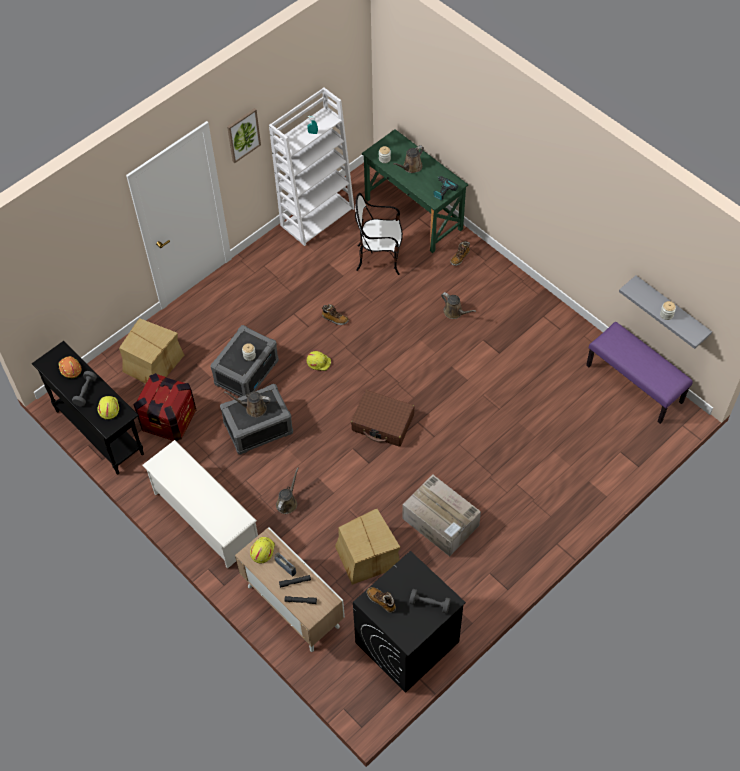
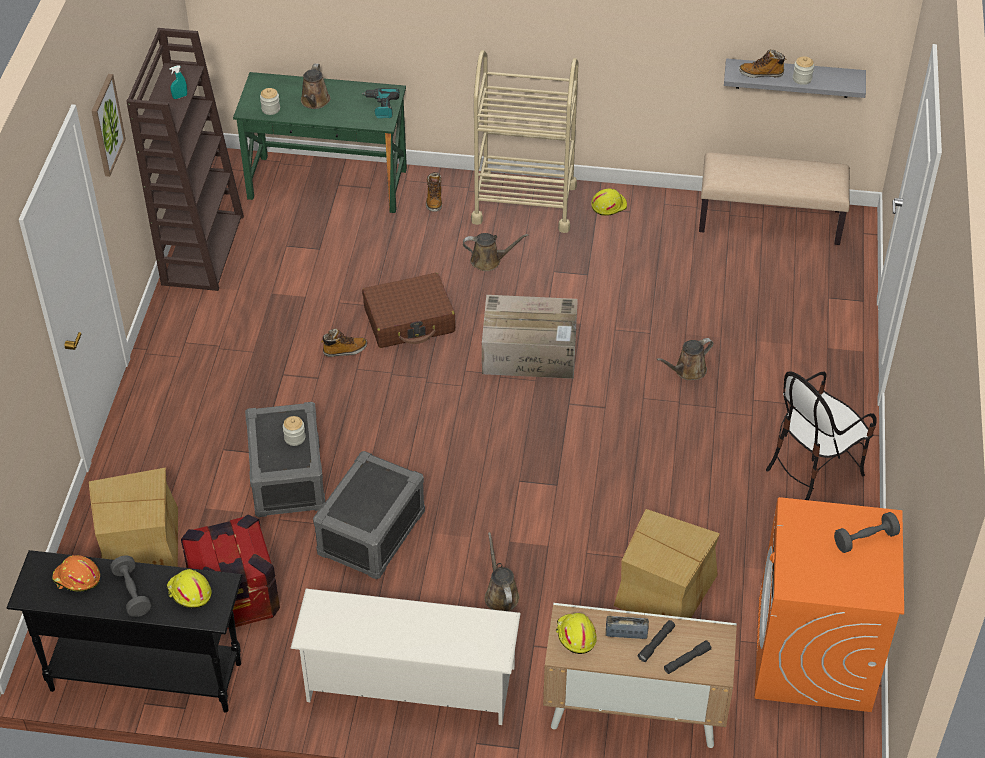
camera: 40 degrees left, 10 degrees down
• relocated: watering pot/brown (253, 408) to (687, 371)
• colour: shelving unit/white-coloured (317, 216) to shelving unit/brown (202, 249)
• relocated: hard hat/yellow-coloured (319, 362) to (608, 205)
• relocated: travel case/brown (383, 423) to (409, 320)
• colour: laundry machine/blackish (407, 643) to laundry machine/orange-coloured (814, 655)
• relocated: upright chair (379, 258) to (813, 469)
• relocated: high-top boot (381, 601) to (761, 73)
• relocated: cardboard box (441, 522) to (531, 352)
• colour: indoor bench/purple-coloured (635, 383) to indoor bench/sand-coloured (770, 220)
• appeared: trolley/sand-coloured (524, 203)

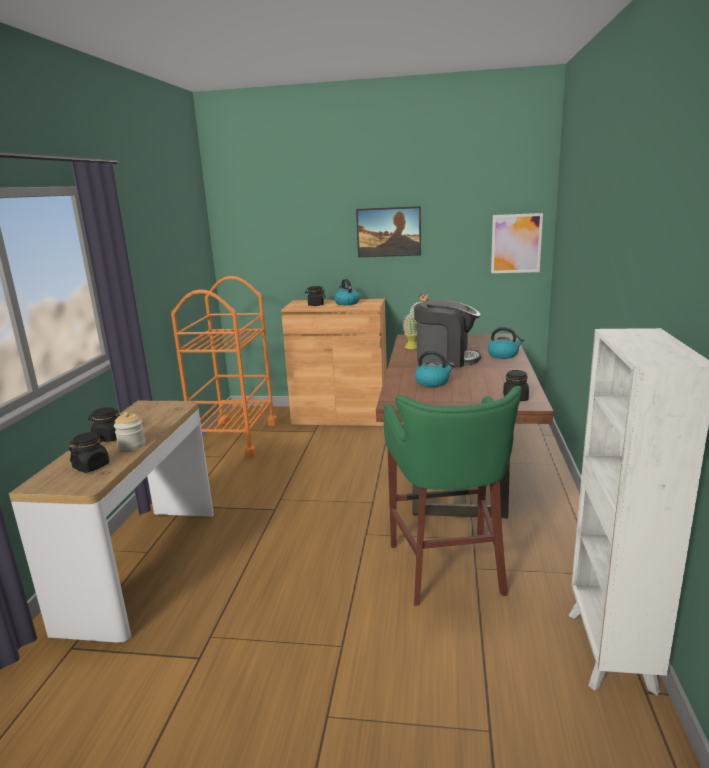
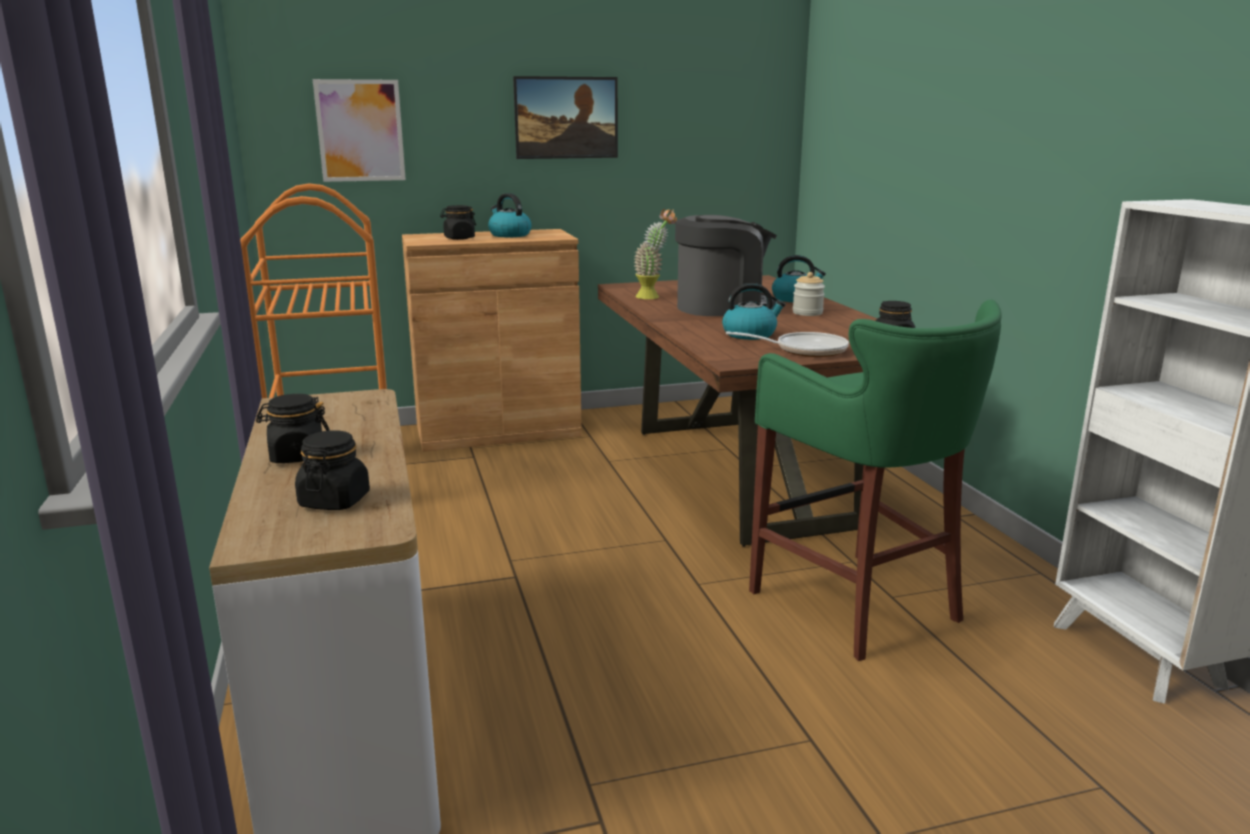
camera: 25 degrees left, 0 degrees up
• relocated: preserve jar (132, 445) to (807, 313)
• relocated: wall art (516, 243) to (360, 130)
• appeared: skillet (804, 350)

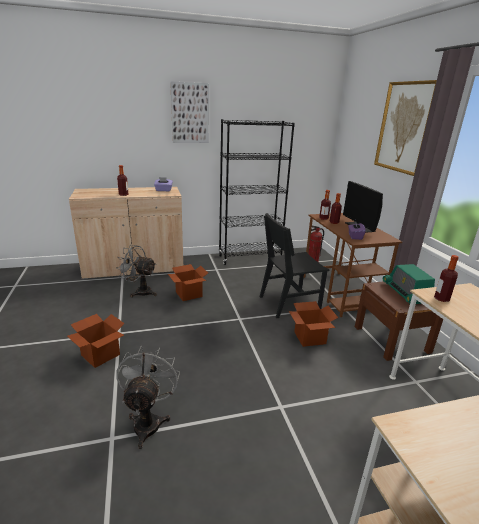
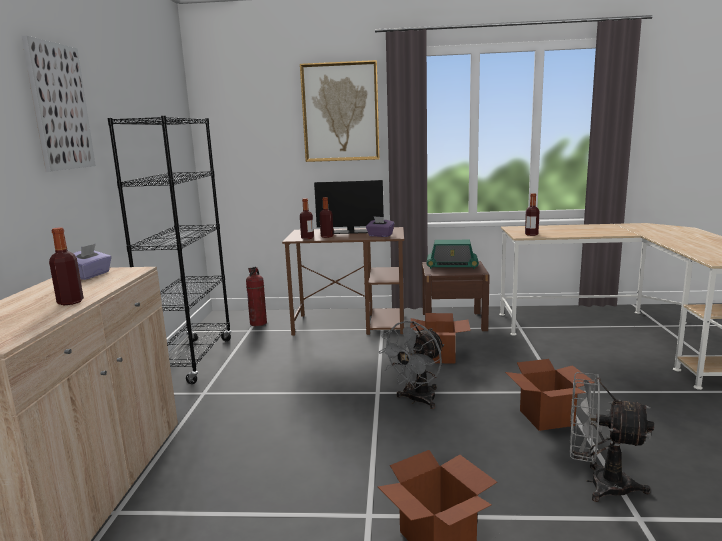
camera: 70 degrees left, 10 degrees down
• relocated: electric fan/grey (140, 291) to (417, 400)
• relocated: cardboard box (189, 294) to (546, 418)
• missing: upright chair/blackish (289, 303)

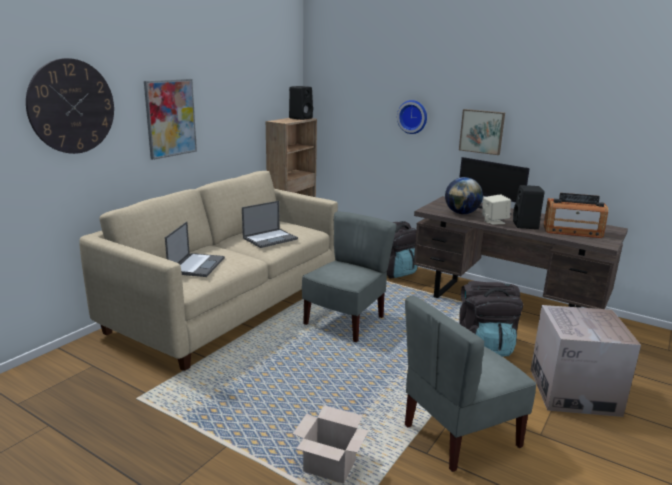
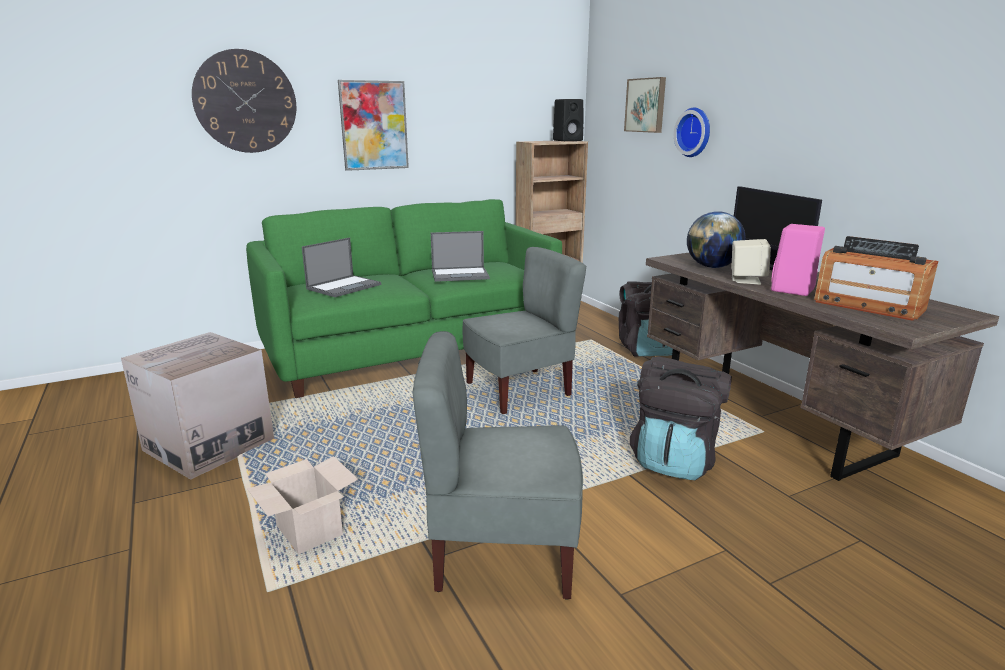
camera: 30 degrees right, 0 degrees up
• colour: settee/sand-coloured (228, 306) to settee/greenish (412, 350)
• relocated: wall art (482, 131) to (646, 105)
• colour: loudspeaker/blackish (526, 226) to loudspeaker/pink-coloured (792, 290)
• relocated: cardboard box (573, 391) to (209, 444)

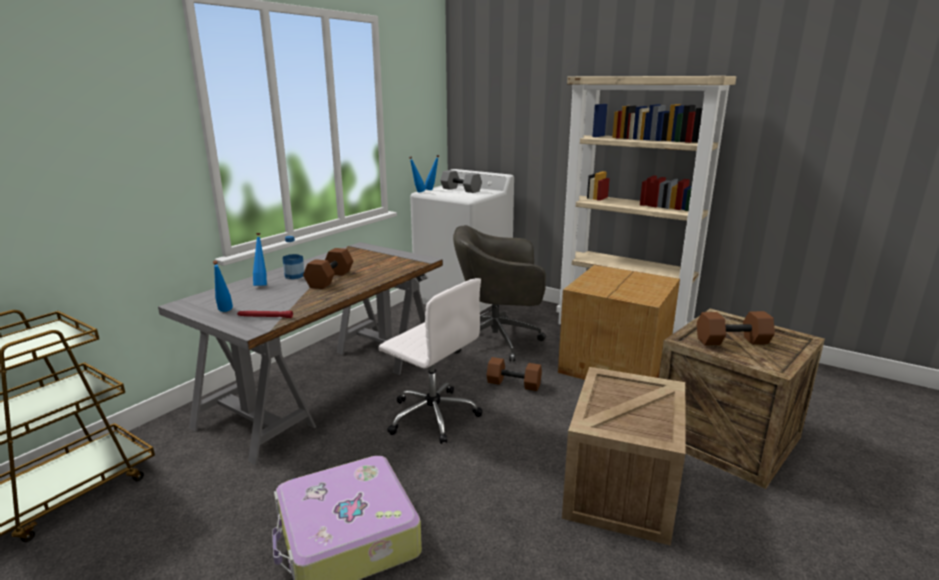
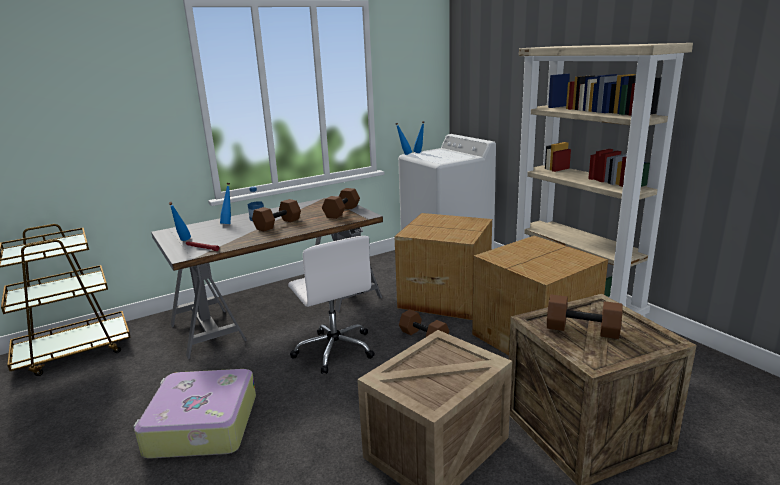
camera: 25 degrees right, 0 degrees up
• missing: dumbbell/grey (460, 190)
• exchanged: desk chair/grey (498, 340) to cardboard box (444, 296)
• appeared: dumbbell/brown (342, 212)

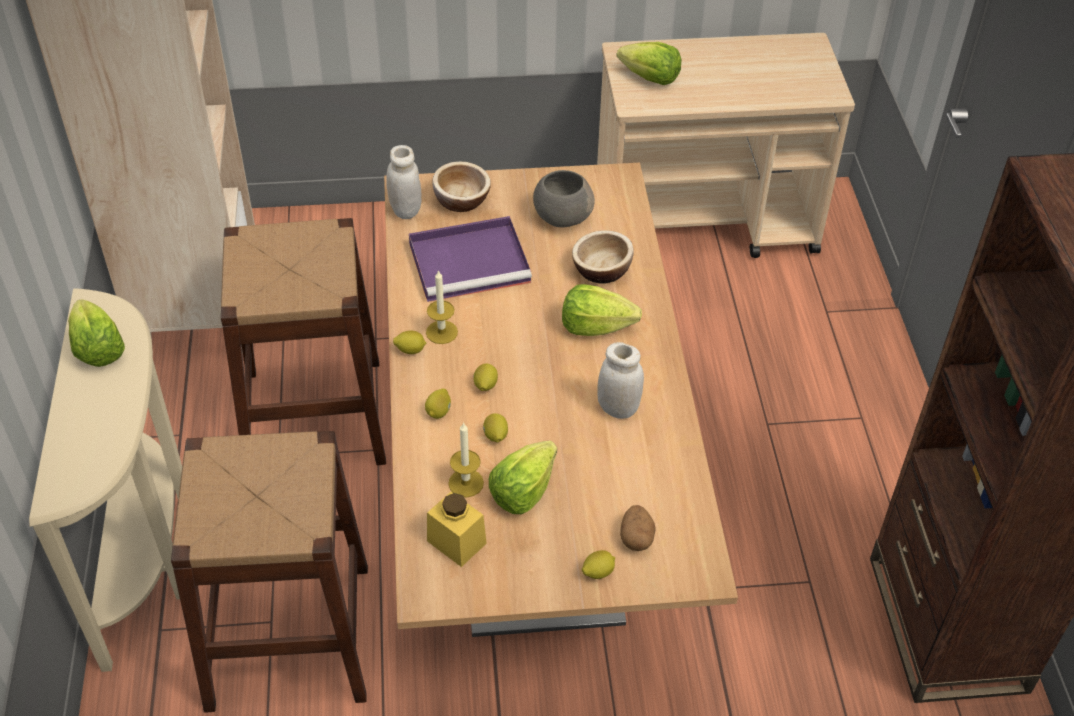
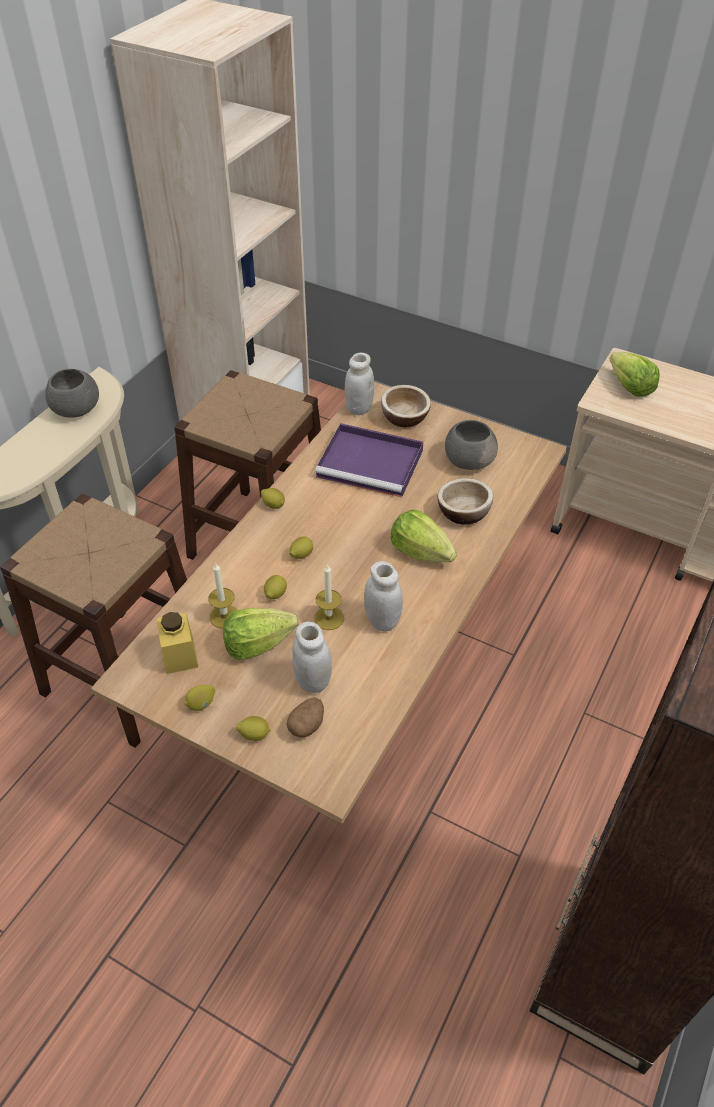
camera: 35 degrees right, 0 degrees up
• exchanged: head of lettuce (97, 349) to bowl/grey (75, 410)
• relocated: citrus fruit (439, 412) to (201, 704)
• relocated: wax candle (441, 332) to (329, 618)
• appeared: preserve jar/white-coloured (313, 681)

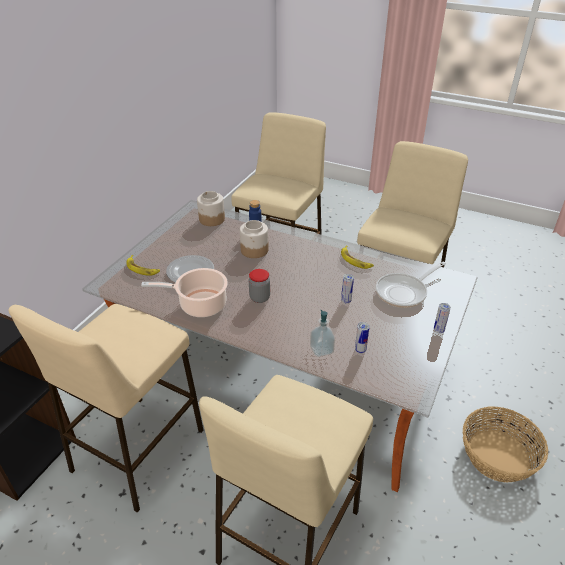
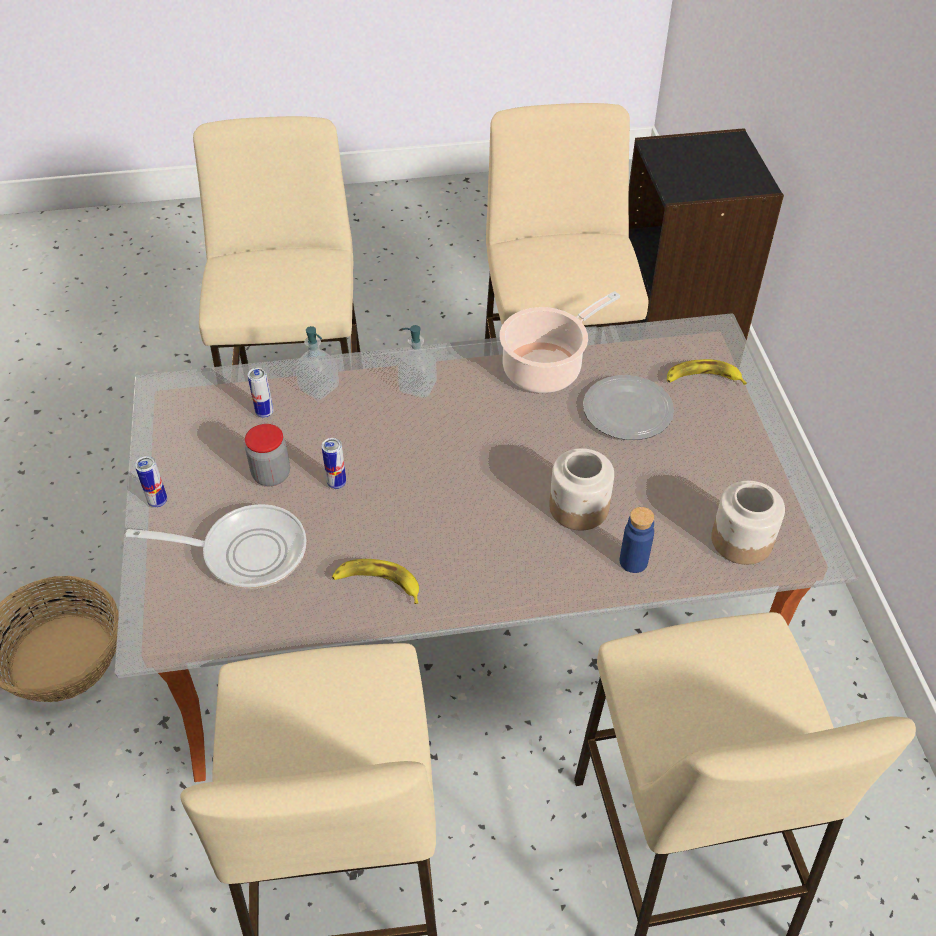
camera: 145 degrees right, 10 degrees up
• relocated: preserve jar (259, 298) to (271, 475)
• spun: skillet (404, 292) = (246, 552) 75 degrees clockwise
• appeared: soap bottle (418, 387)

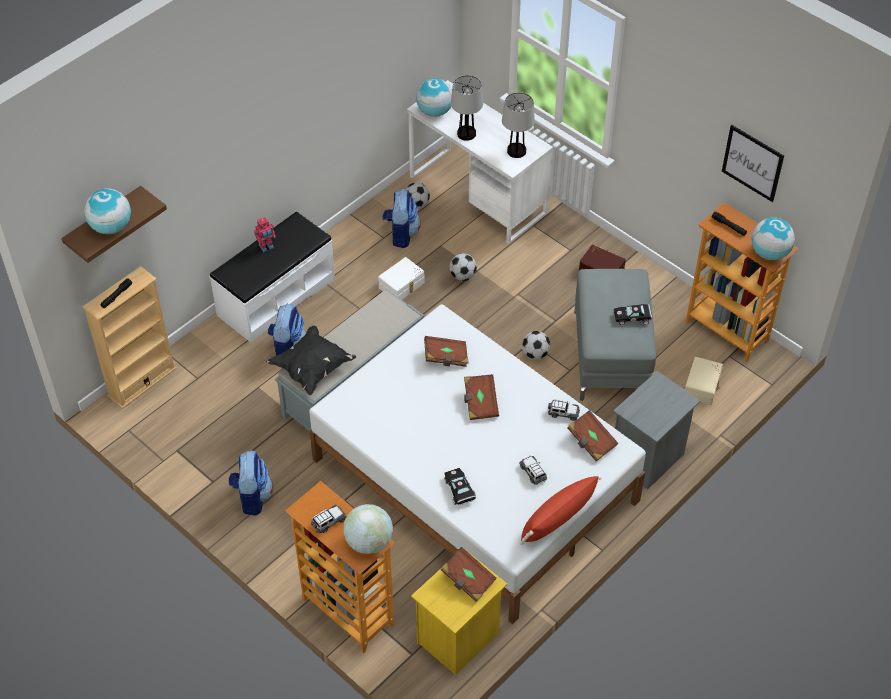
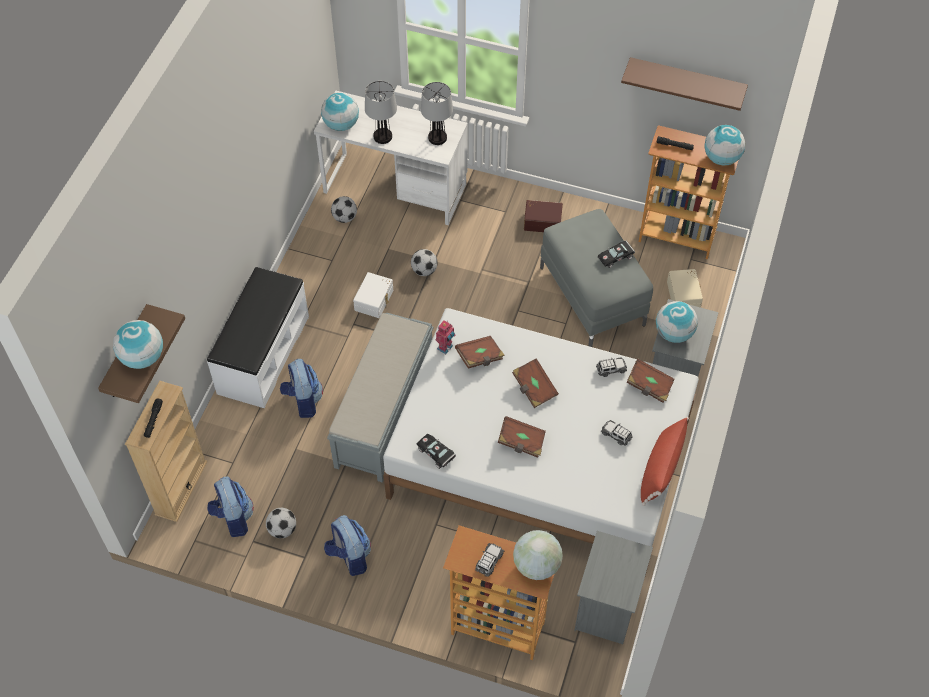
camera: 25 degrees left, 5 degrees up
• relocated: model robot (266, 247) to (445, 348)
• missing: pillow/blackish (312, 368)
• relocated: backpack (401, 234) to (233, 518)
• colour: nightstand/yellow-coloured (459, 639) to nightstand/grey (608, 609)
• relocated: bound book/brown (467, 580) to (521, 442)
• relocated: toy car/blackish (459, 491) to (437, 454)
• relocated: football ball (535, 354) to (282, 530)
• exchanged: wall art (752, 163) to bracket shelf/brown (686, 82)
• appeared: globe (674, 333)

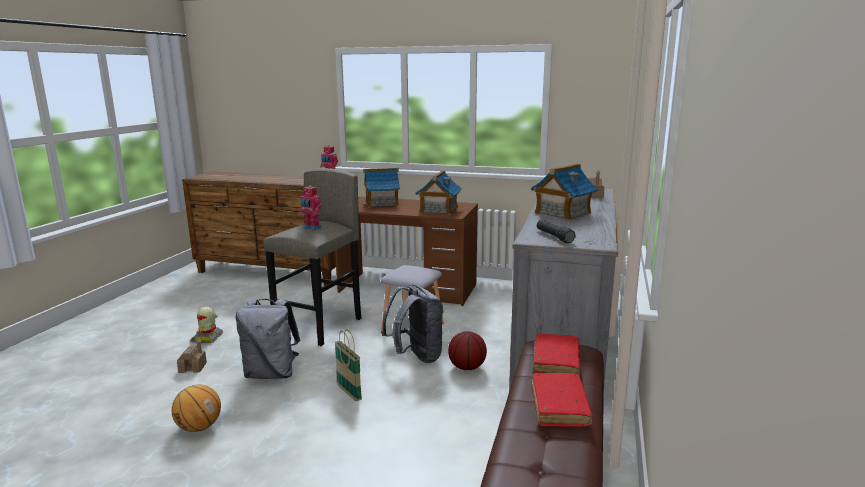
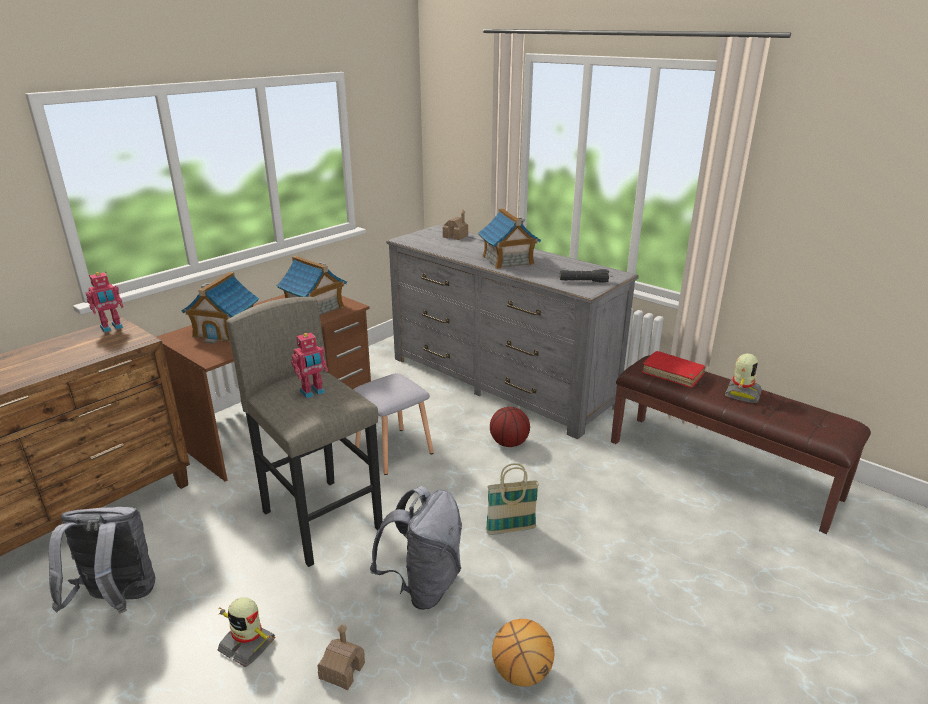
camera: 65 degrees left, 10 degrees up
• relocated: backpack/grey (416, 357) to (117, 600)
• exchanged: bound book/red (559, 407) to model robot (741, 393)

